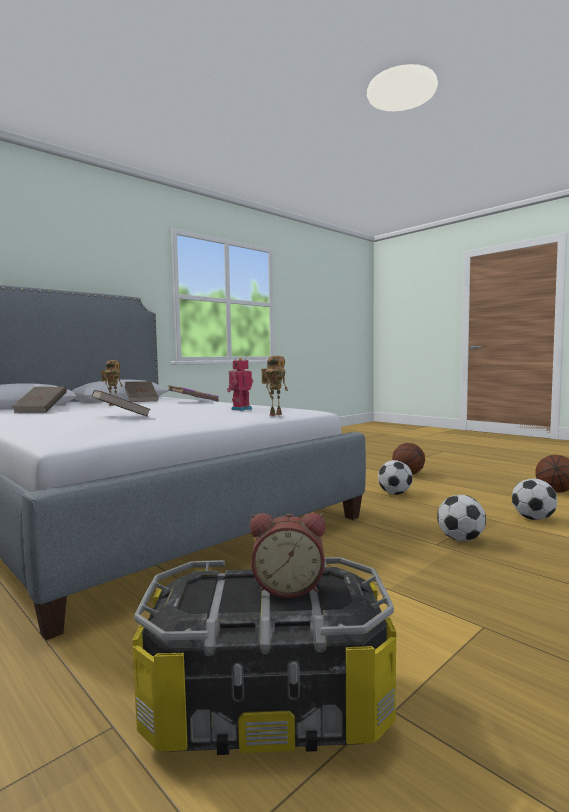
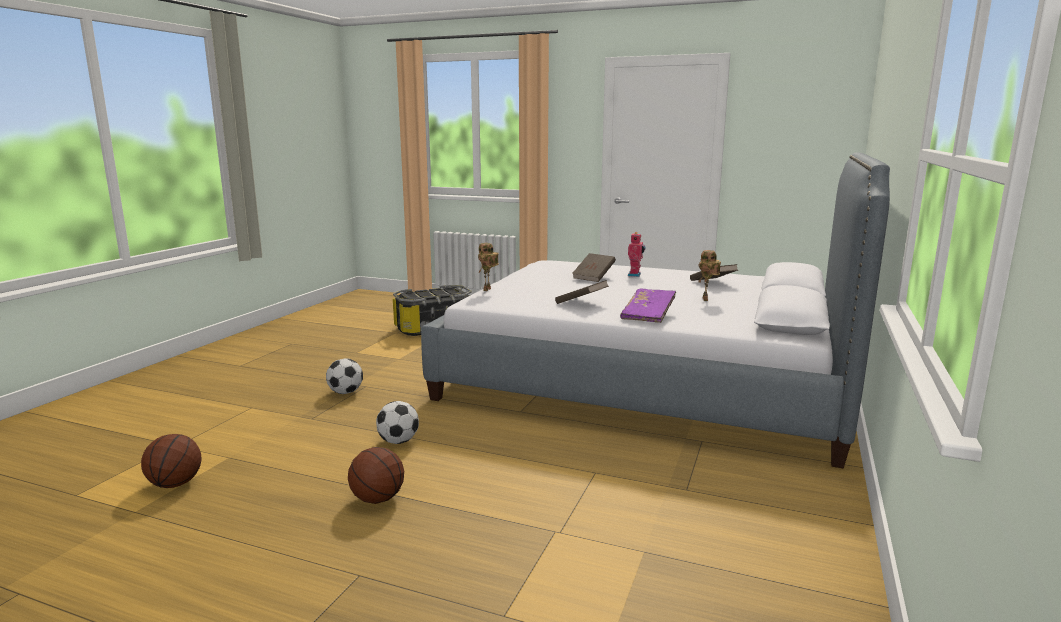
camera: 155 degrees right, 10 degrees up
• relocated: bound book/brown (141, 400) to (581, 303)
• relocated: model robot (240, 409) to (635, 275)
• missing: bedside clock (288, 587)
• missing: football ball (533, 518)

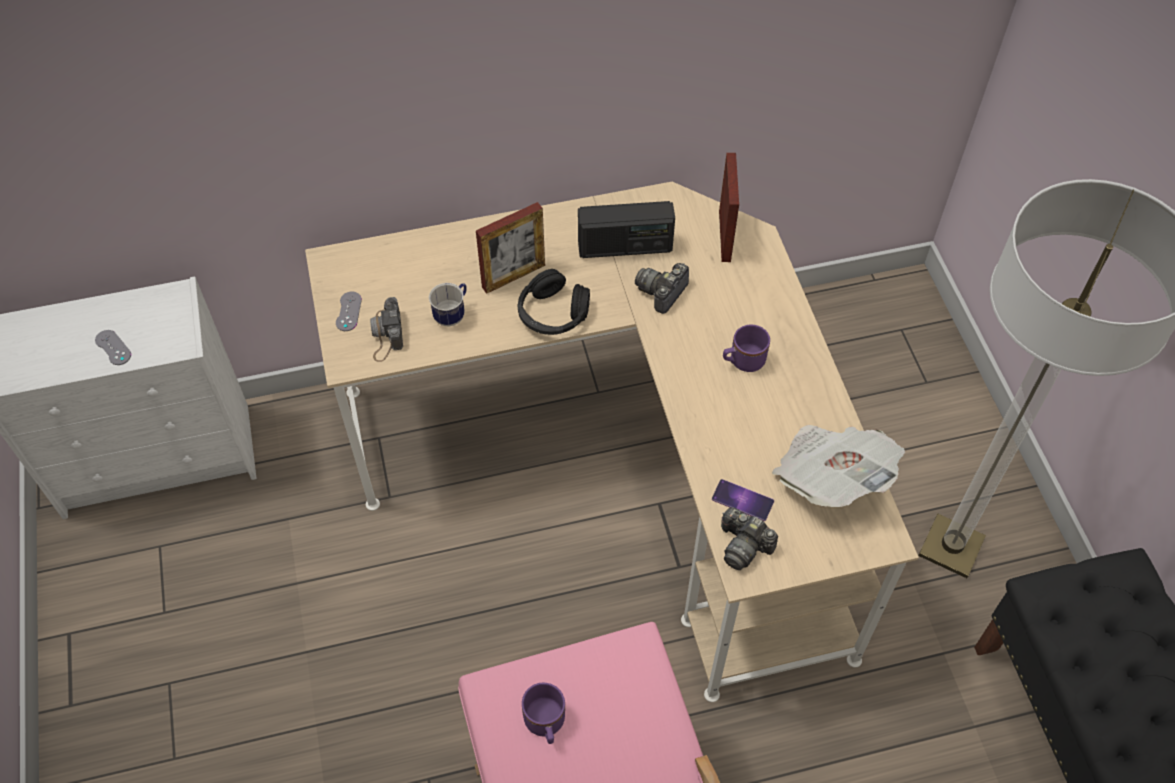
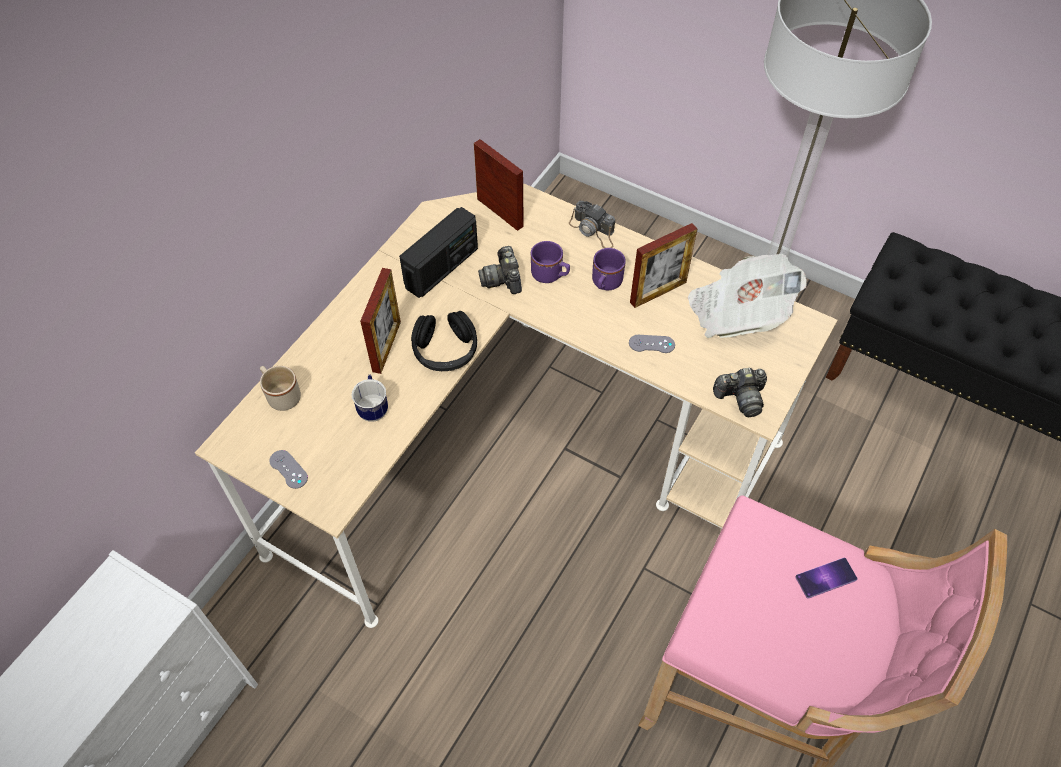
camera: 45 degrees left, 0 degrees up
• relocated: joypad/grey (113, 347) to (651, 344)
• relocated: still camera (387, 335) to (593, 231)
• relocated: mug/purple-coloured (545, 724) to (550, 275)
• relocated: handset (742, 500) to (826, 578)
• appeared: mug/sand-coloured (281, 395)
• appeared: picture frame (658, 292)

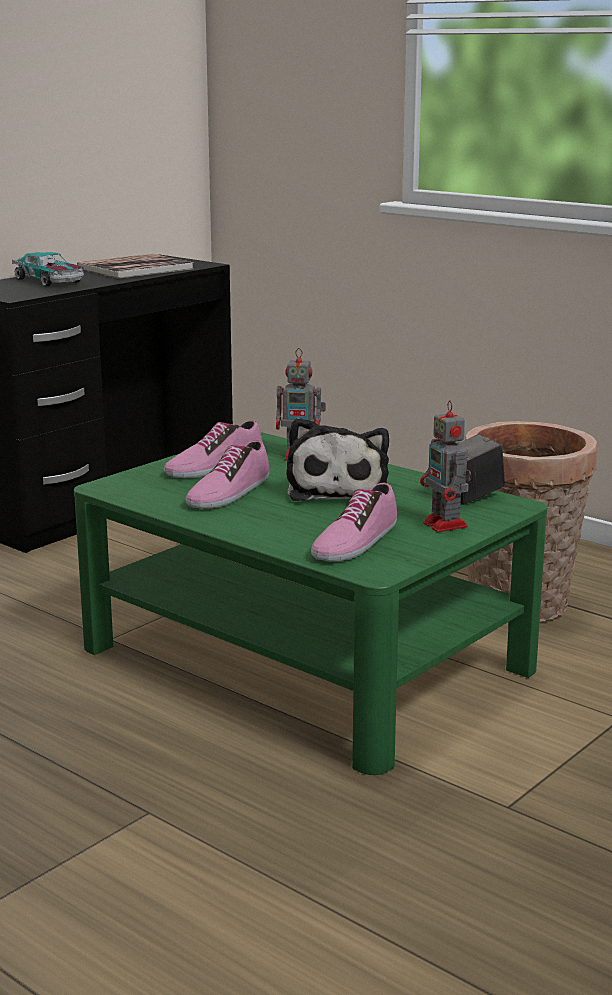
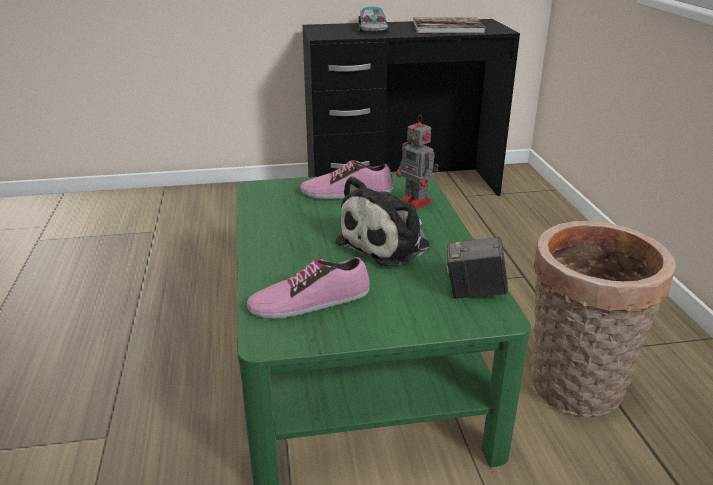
camera: 40 degrees right, 10 degrees up
• missing: low shoe (228, 492)
• missing: model robot (446, 525)

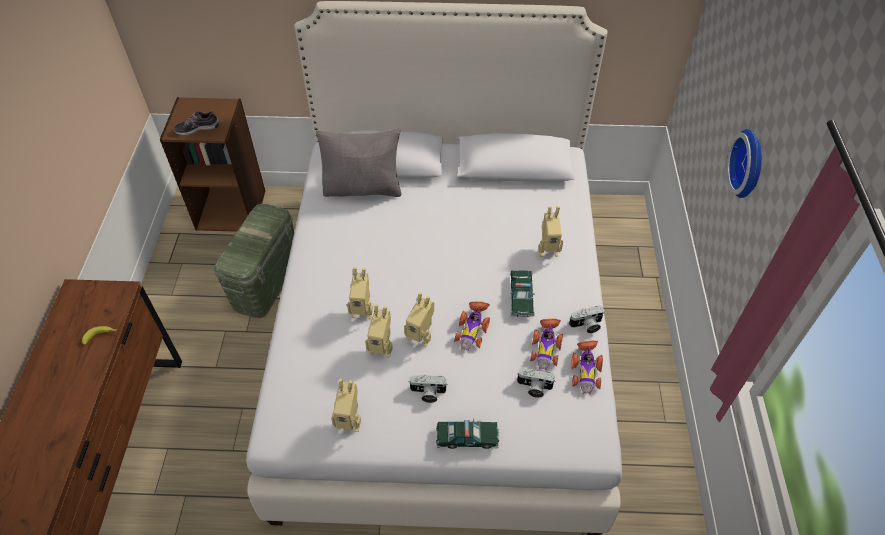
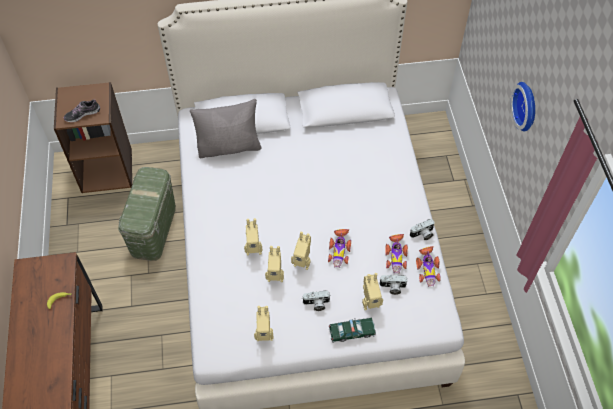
camera: 10 degrees left, 5 degrees up
• missing: toy car (521, 297)
• relocated: model robot (547, 249) to (370, 302)

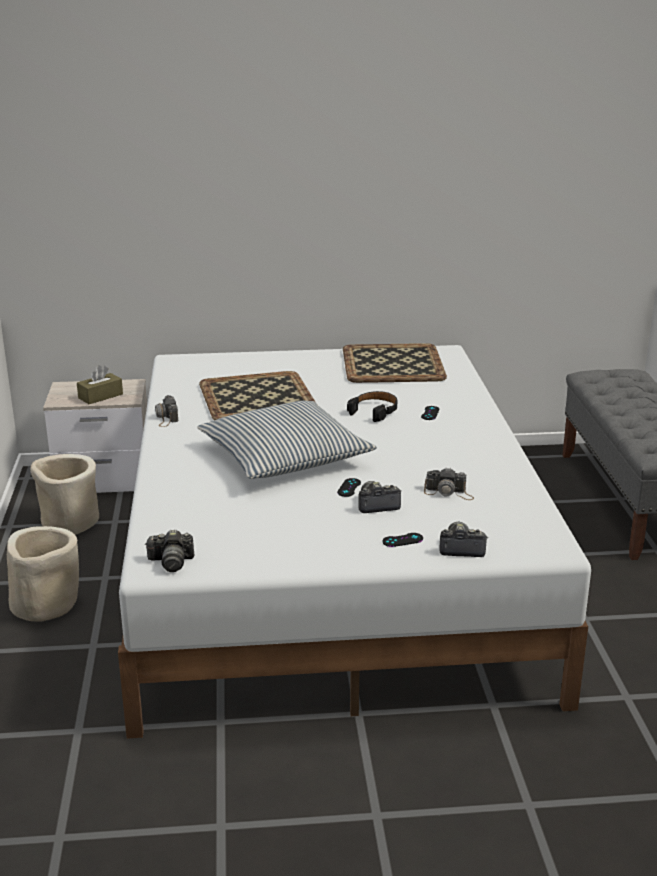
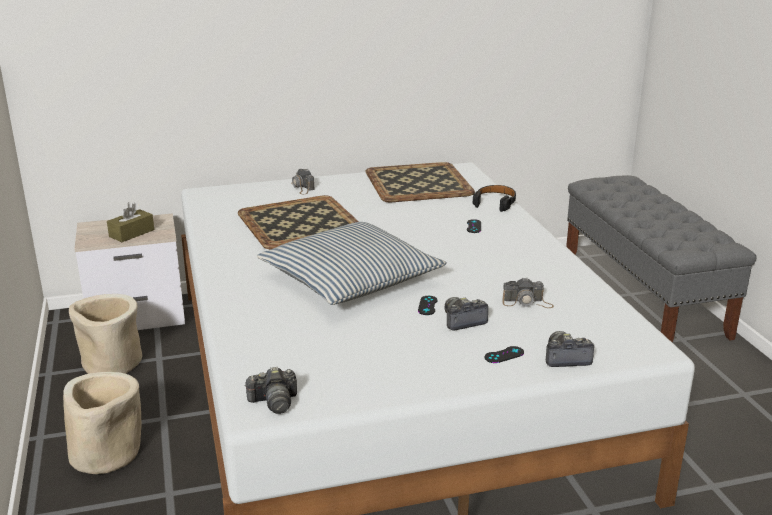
camera: 10 degrees left, 0 degrees up
• relocated: still camera (166, 417) to (302, 187)
• relocated: headphones/blackish (374, 411) to (495, 202)

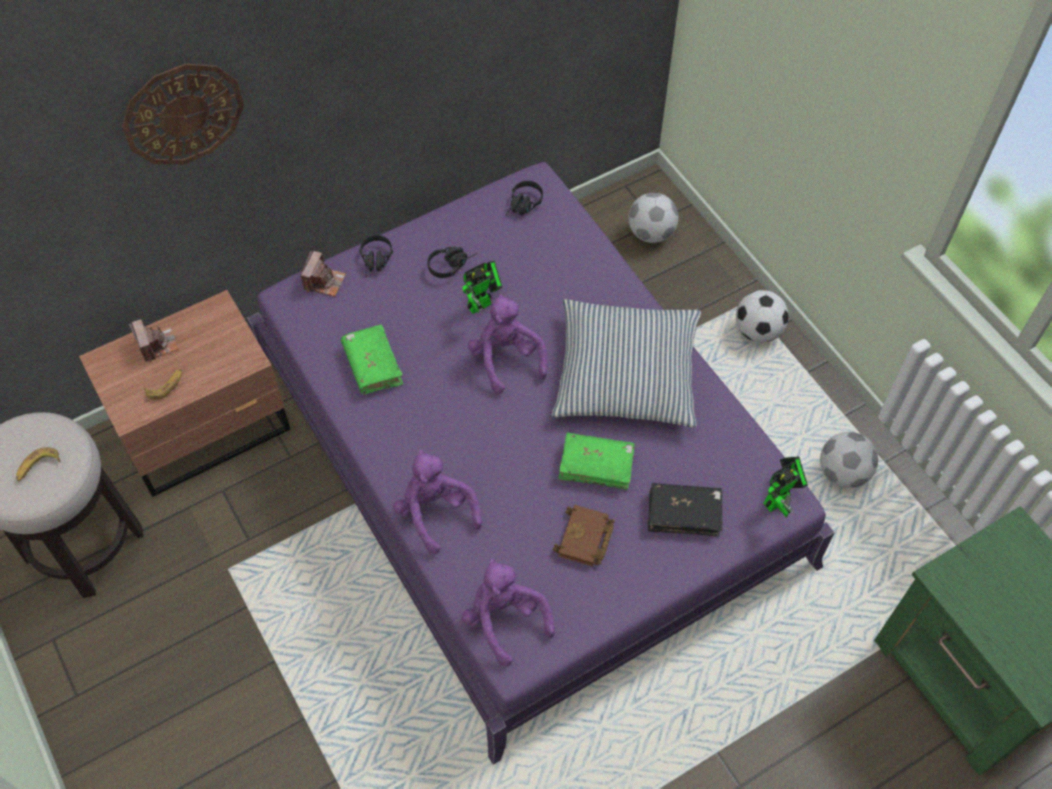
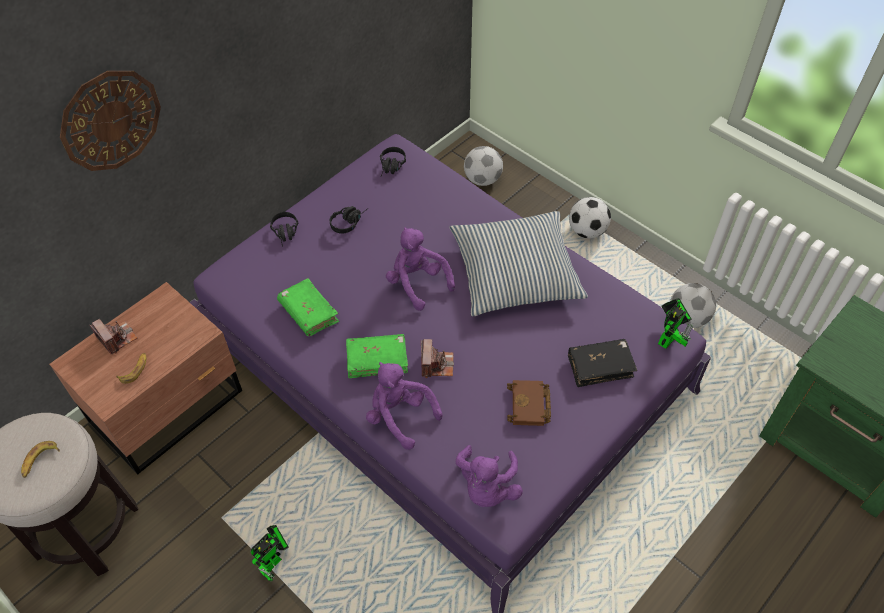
camera: 15 degrees left, 5 degrees down
• relocated: still camera (324, 281) to (436, 364)
• relocated: model robot (483, 303) to (274, 561)
• spun: cuddly toy/purple-coloured (505, 620) = (487, 487) 120 degrees counterclockwise
• relocated: bound book/greenish (596, 465) to (377, 360)

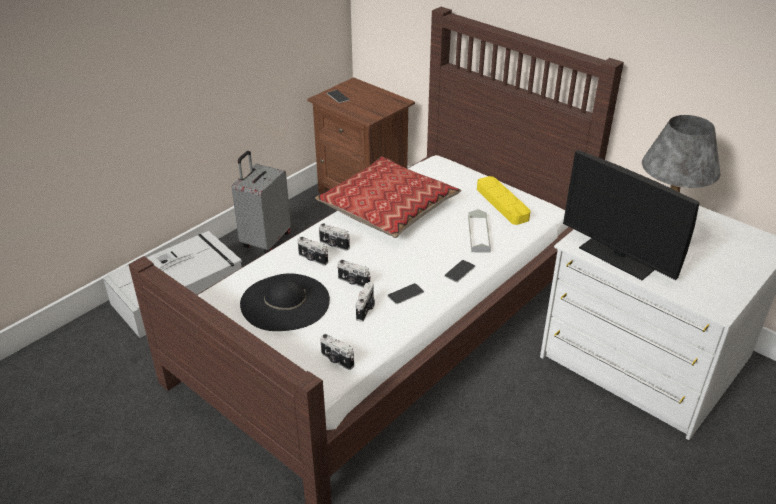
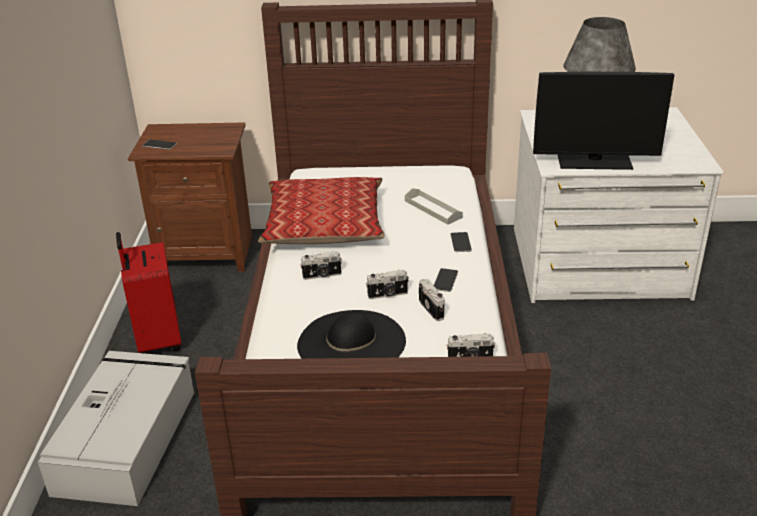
camera: 40 degrees left, 5 degrees down
• colour: travel case/grey (265, 240) to travel case/red (157, 341)
• missing: still camera (312, 259)
• missing: tray/yellow-coloured (502, 203)

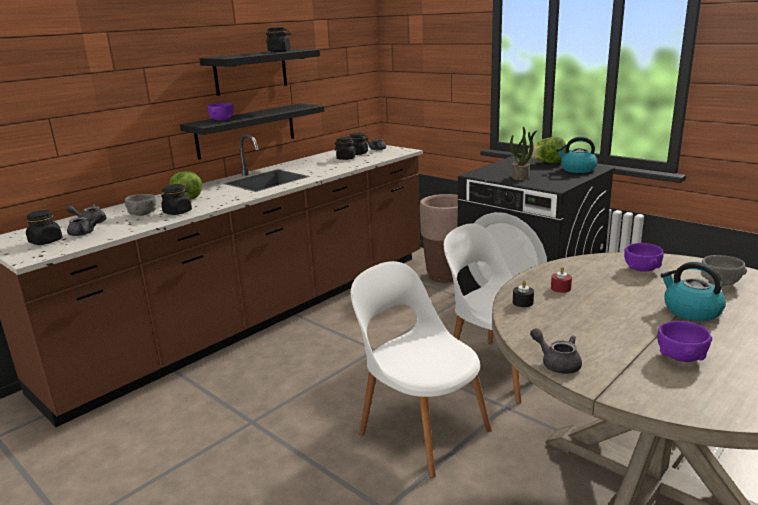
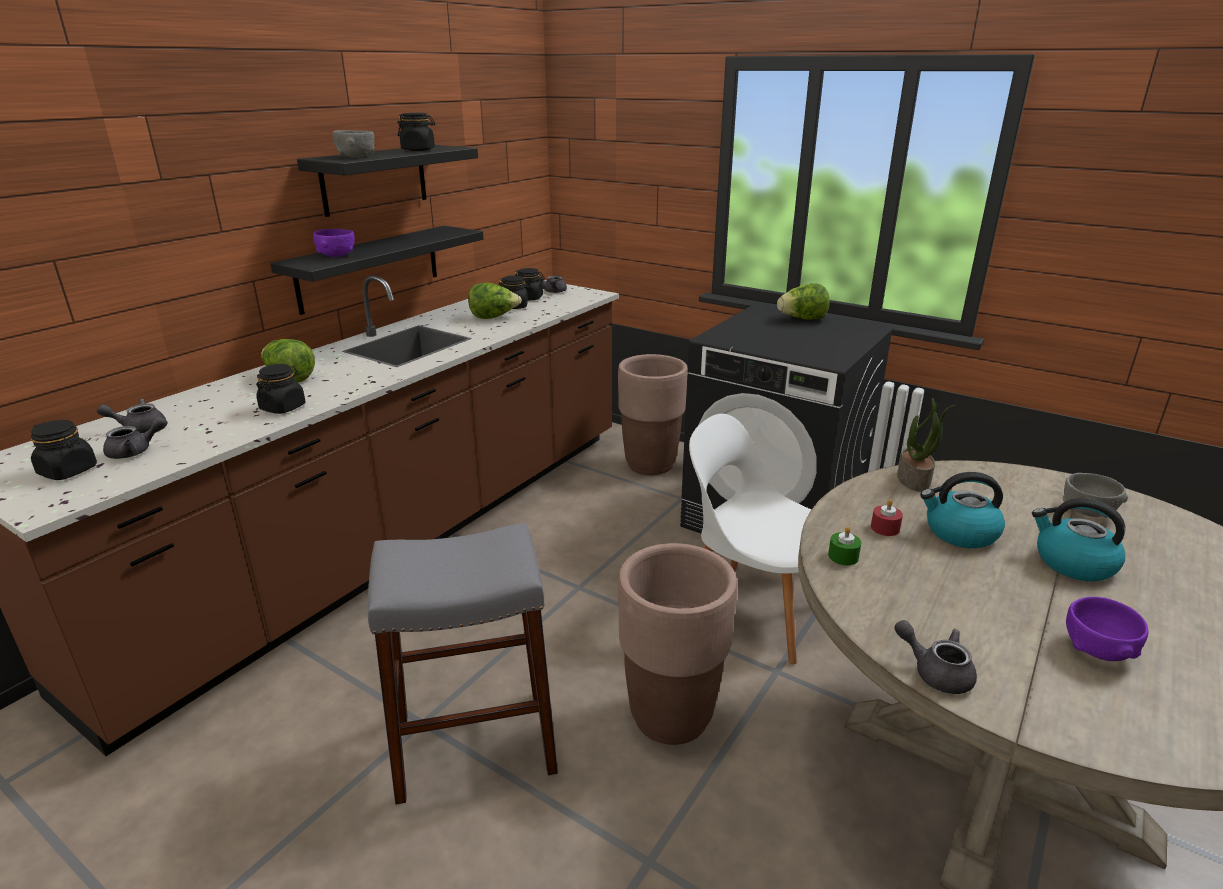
camera: 10 degrees left, 5 degrees up
• relocated: bowl/grey (142, 214) to (356, 157)
• exchanged: upright chair/white-coloured (420, 429) to planter/brown (670, 716)
• relocated: potted plant (521, 177) to (914, 480)
• colour: wax candle/blackish (523, 302) to wax candle/greenish (843, 556)
• relocated: tea kettle (577, 169) to (959, 533)
• missing: bowl/purple-coloured (642, 269)
• appeared: stool seat/grey (473, 743)
• appeared: head of lettuce (493, 317)

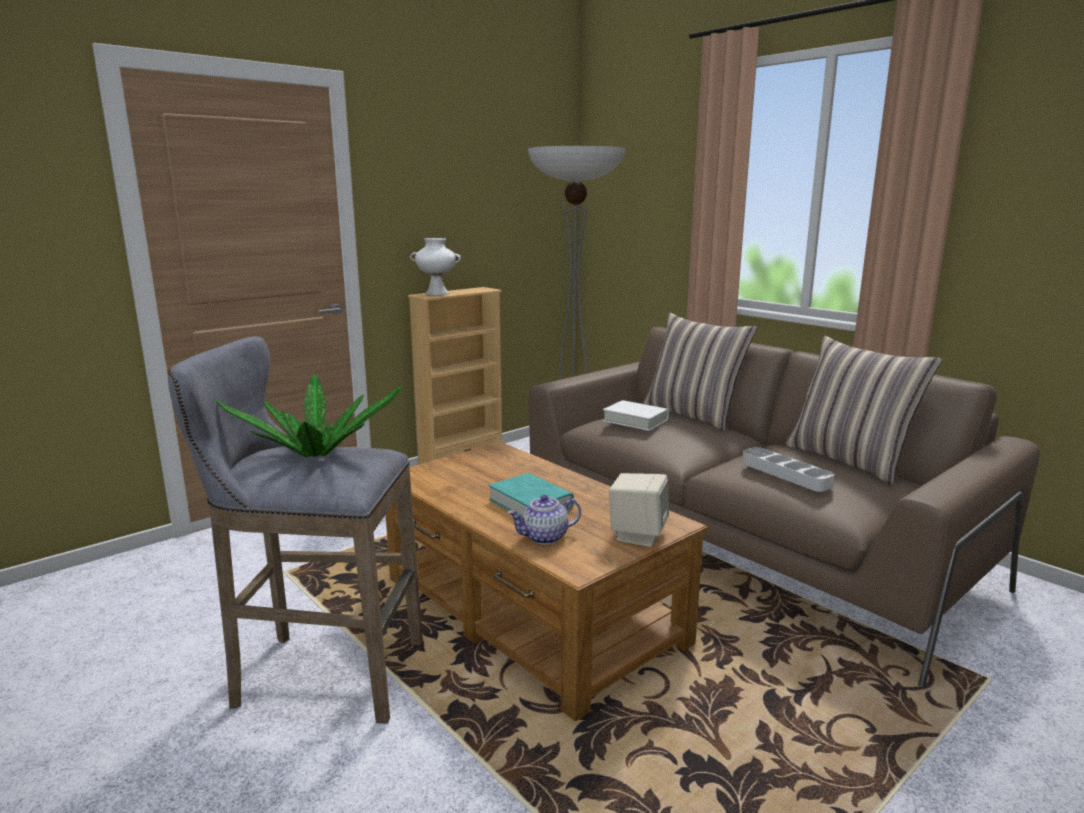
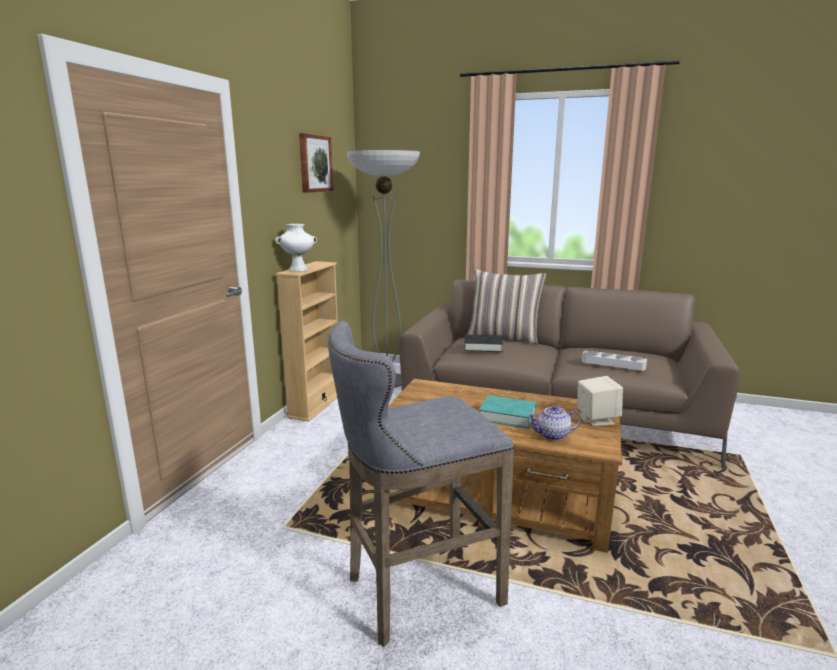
camera: 30 degrees left, 0 degrees up
• missing: potted plant (316, 454)
• spun: tea pot (544, 537) = (553, 435) 45 degrees clockwise
• colour: bound book/white-coloured (635, 420) to bound book/blackish (483, 347)
• missing: pillow (849, 460)
• appeared: wall art (315, 163)

